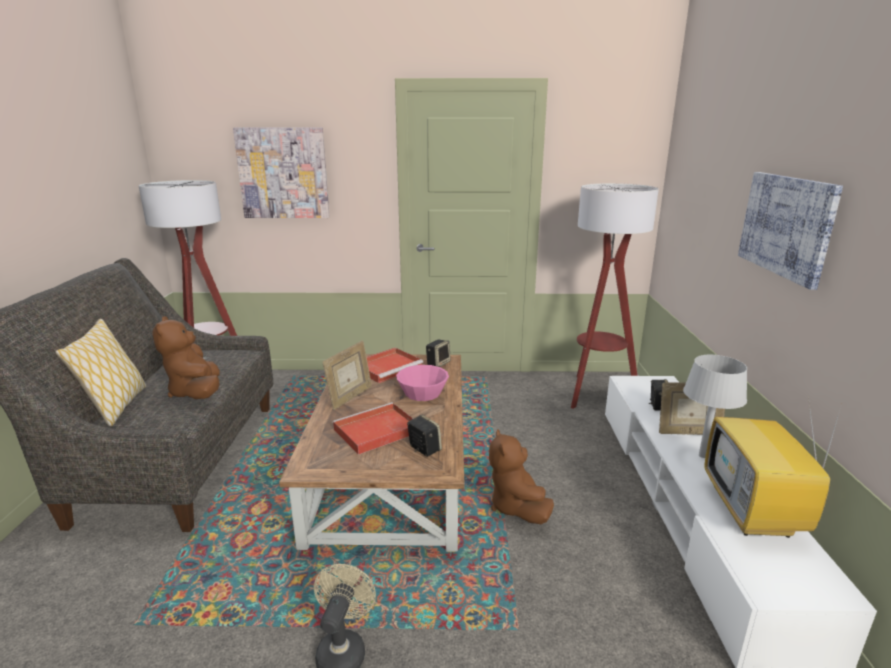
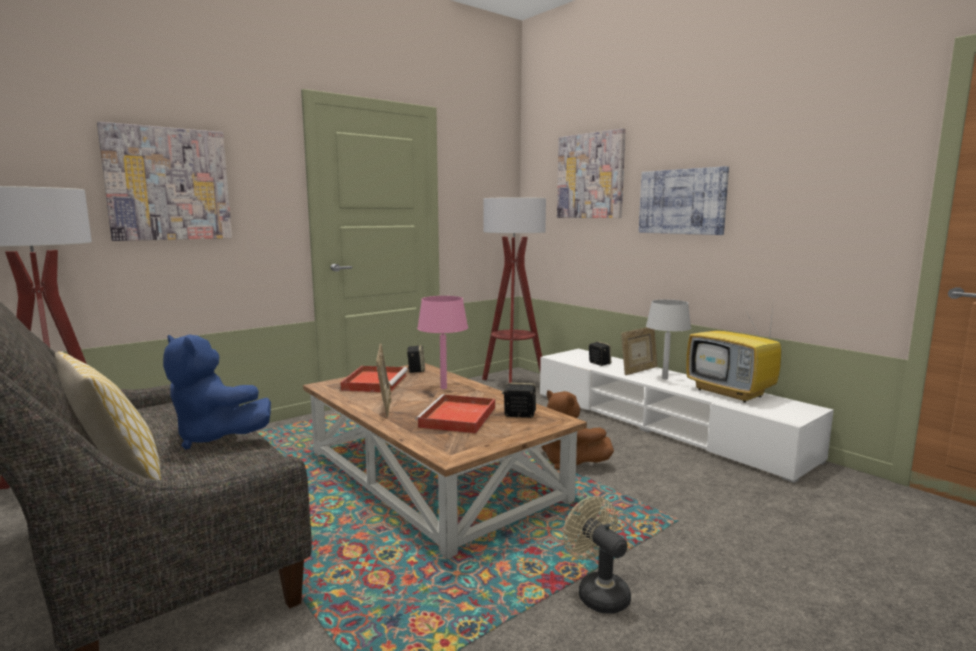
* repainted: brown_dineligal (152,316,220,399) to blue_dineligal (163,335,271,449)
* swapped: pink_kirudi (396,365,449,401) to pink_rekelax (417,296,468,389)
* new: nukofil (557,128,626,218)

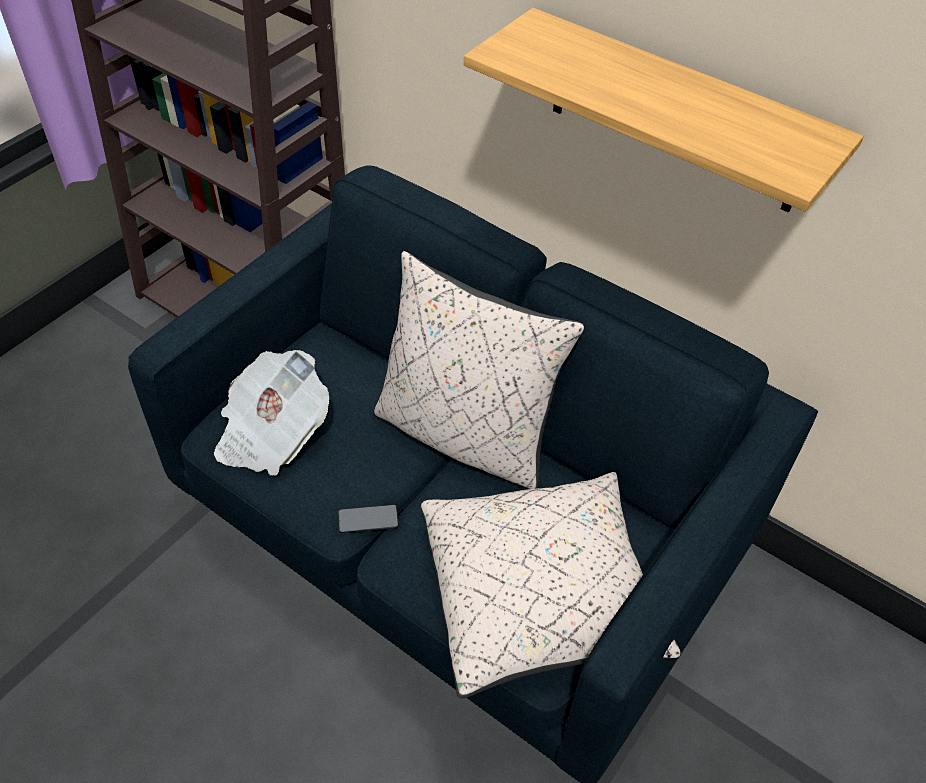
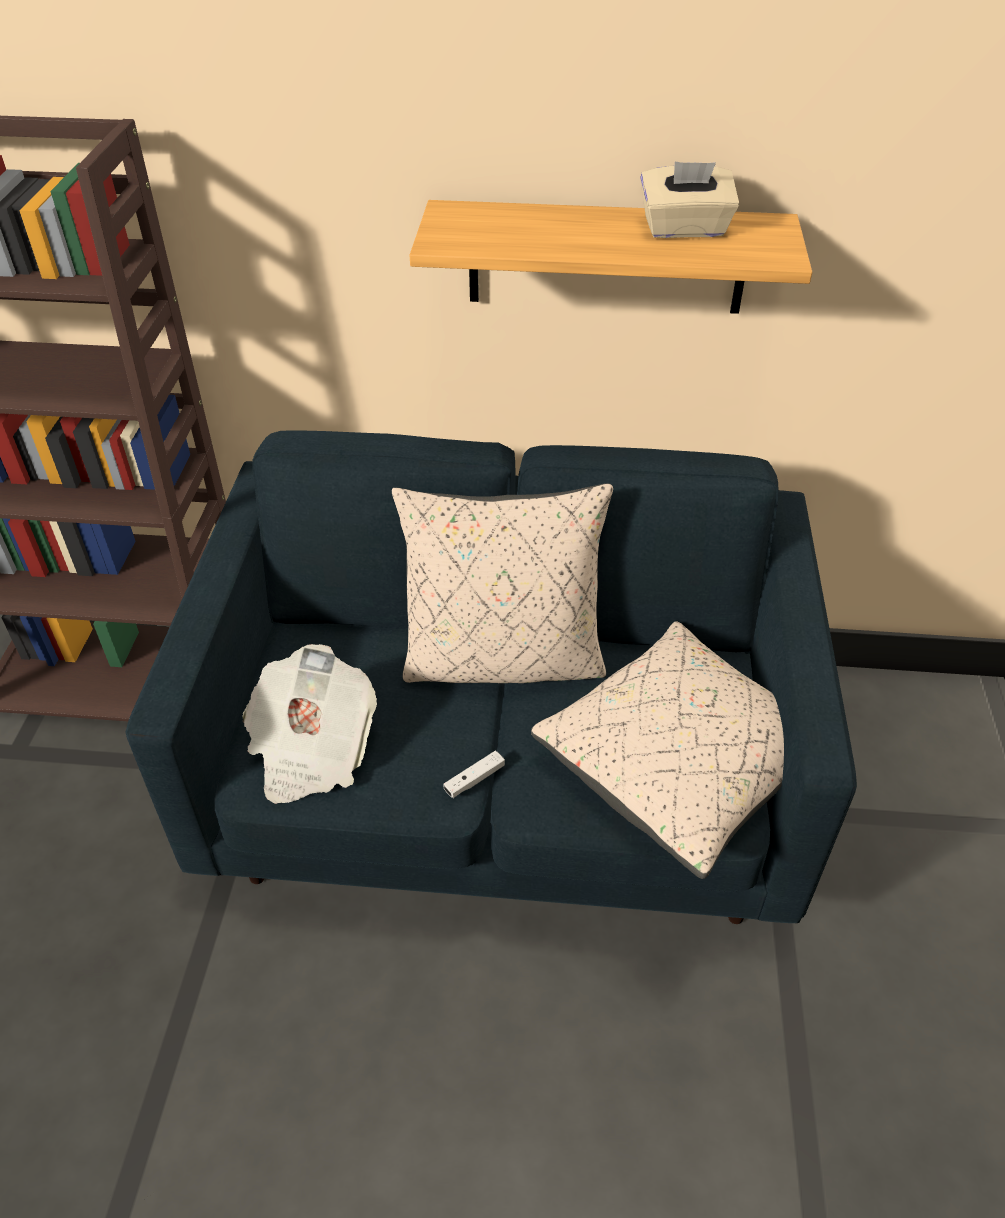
* swapped: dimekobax (338,505,399,533) to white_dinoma (444,751,505,798)
* new: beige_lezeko (640,162,739,238)

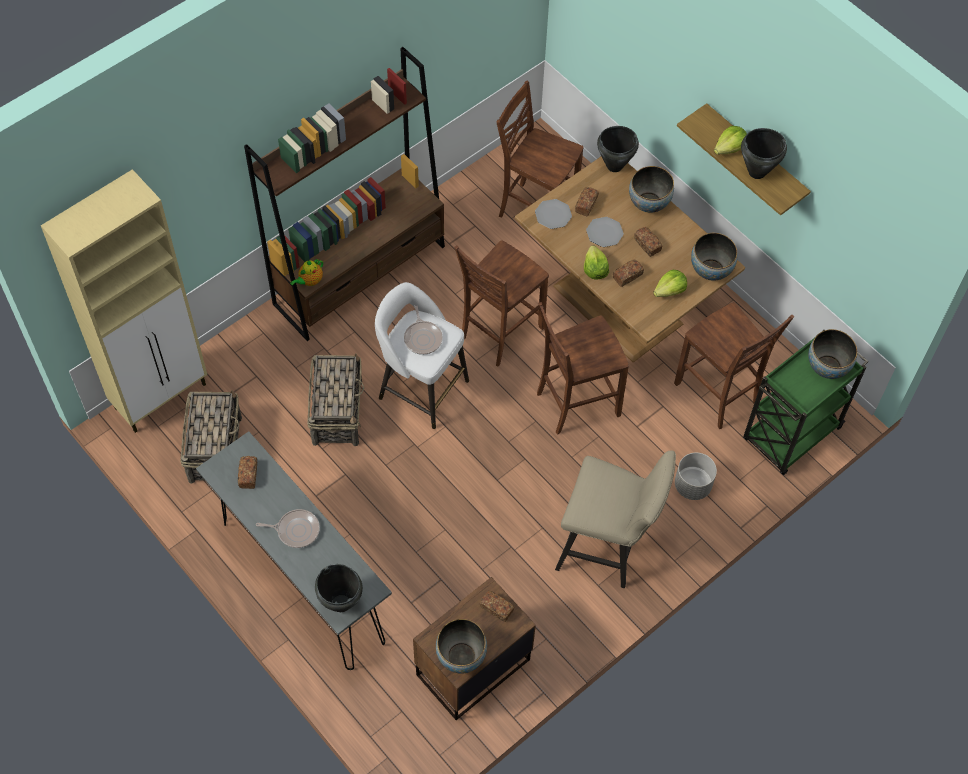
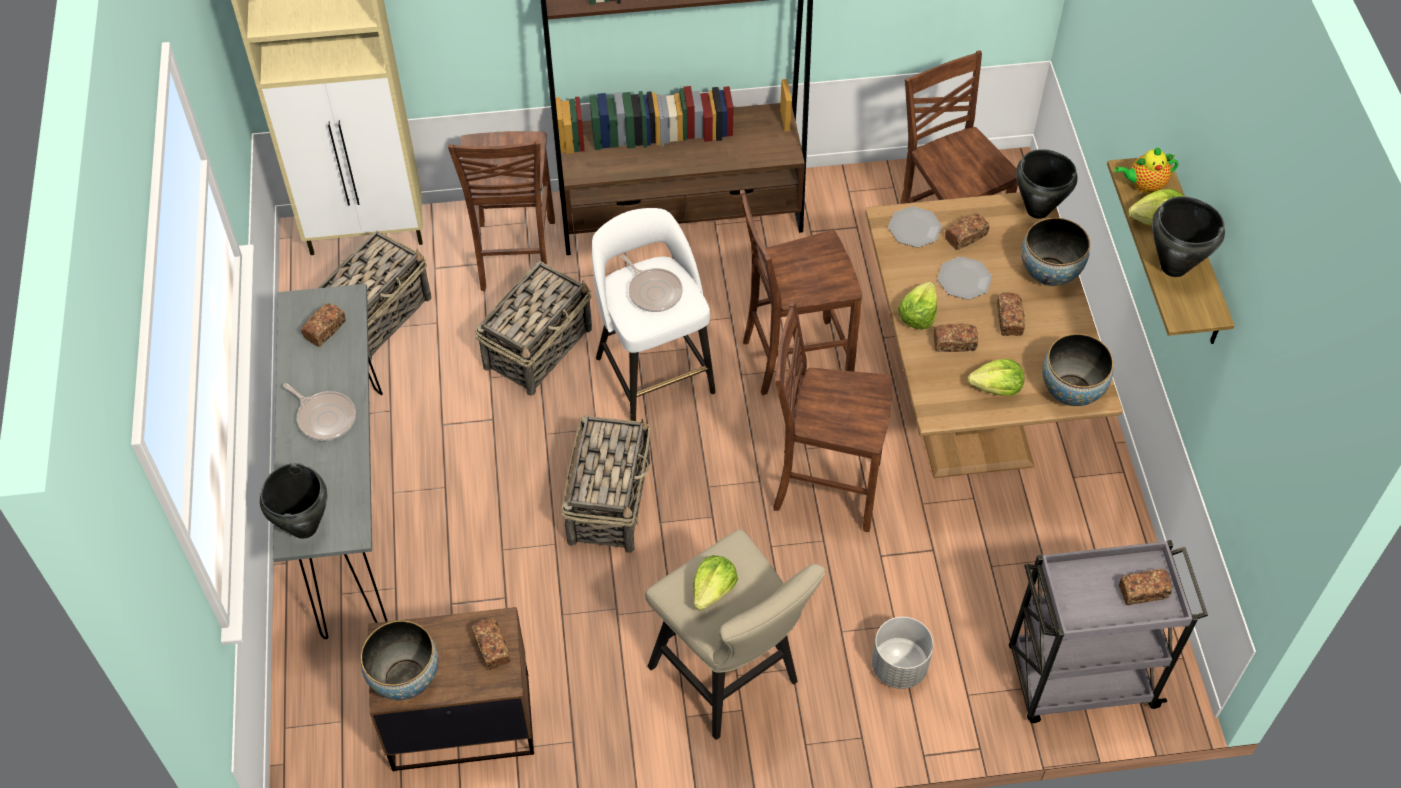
* shifted: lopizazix (290,259,323,286) to (1114,147,1178,193)
* rotated: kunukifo (404,305,443,355) = (621,254,683,312) 60 degrees counterclockwise
* shifted: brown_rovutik (674,302,794,429) to (448,131,555,291)
* repainted: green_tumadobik (743,330,868,475) to grey_tumadobik (1009,540,1208,723)
* swapped: kirudi (808,329,857,379) to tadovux (1119,569,1172,605)
* new: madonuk (561,415,650,553)
* new: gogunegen (693,555,738,611)

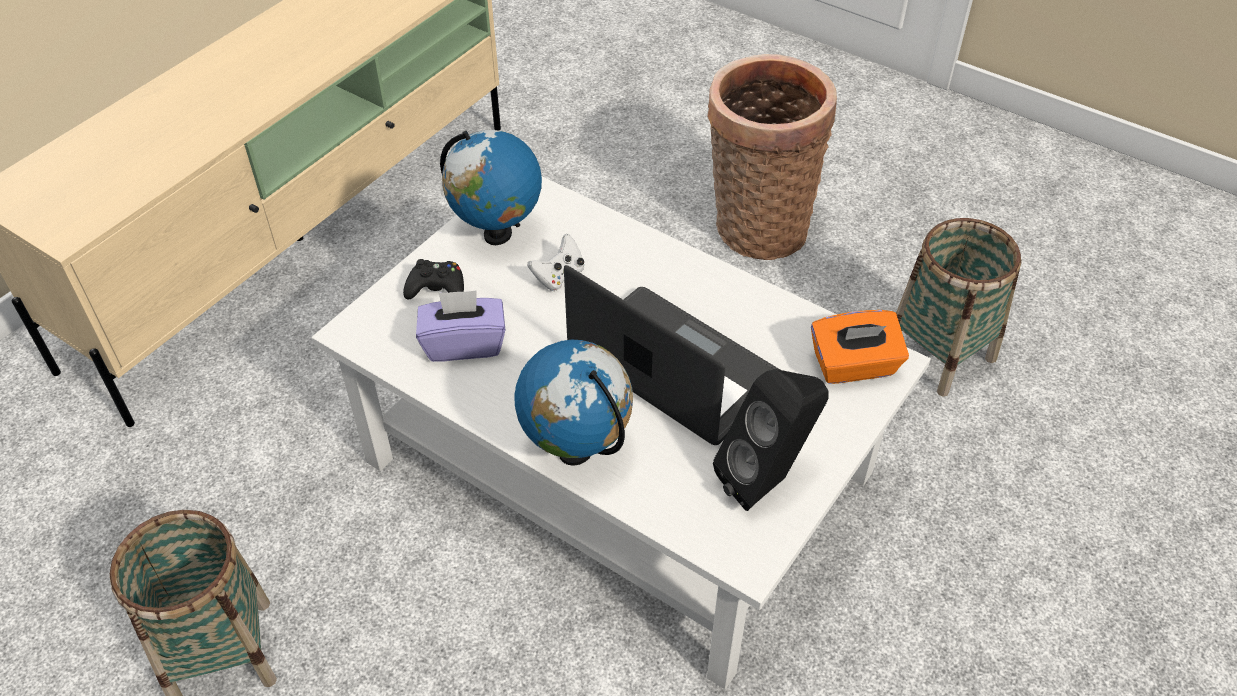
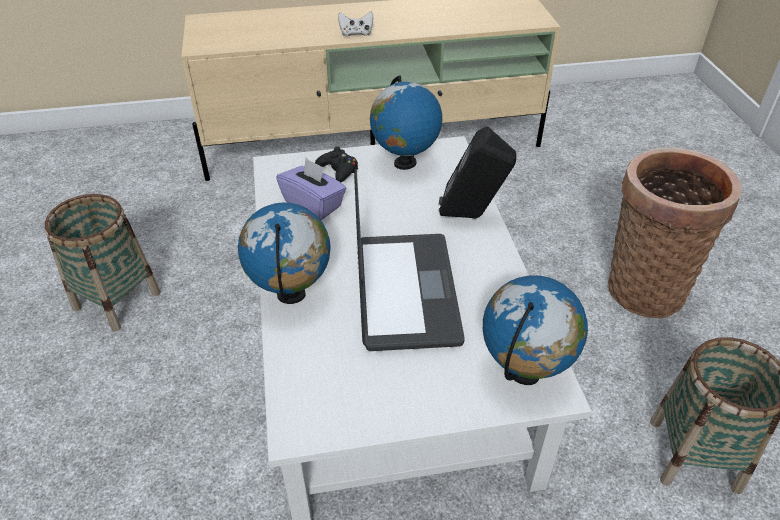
* shifted: white_dinoma (527,234,584,291) to (338,12,373,36)
* shifted: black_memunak (713,369,829,511) to (439,127,516,219)
* swapped: orange_lezeko (811,310,909,384) to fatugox (483,275,588,385)

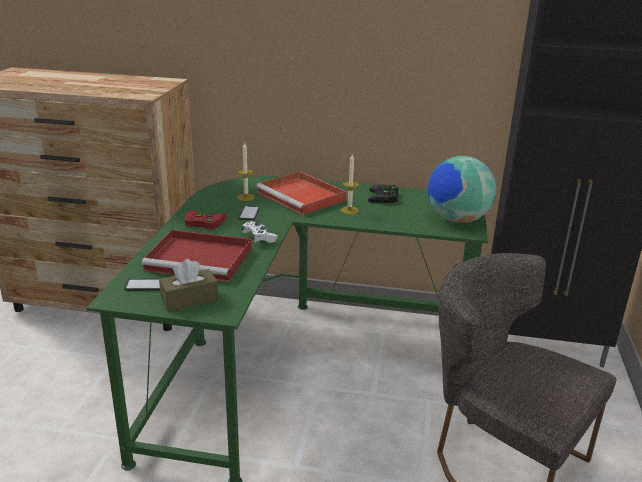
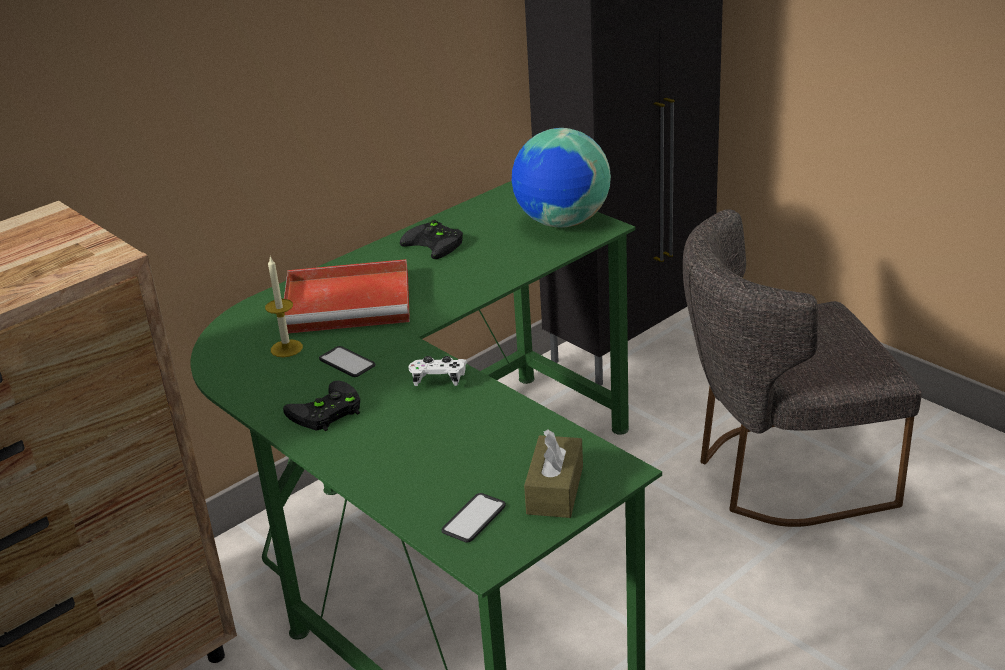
* gone: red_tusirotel (142,229,251,282)
* repainted: red_dinoma (185,210,226,230) to black_dinoma (283,380,360,431)
* gone: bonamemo (341,154,359,214)

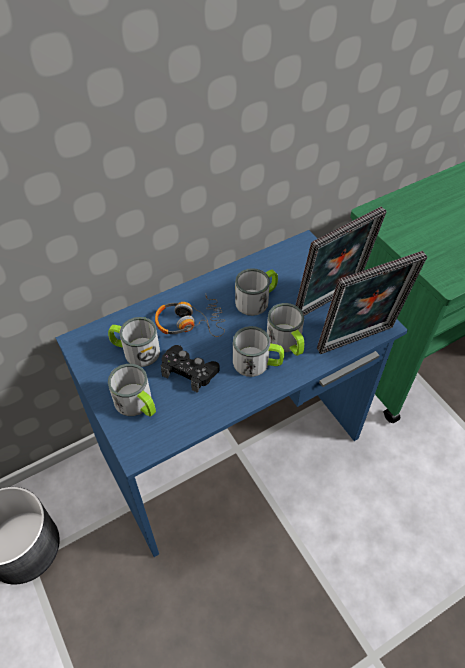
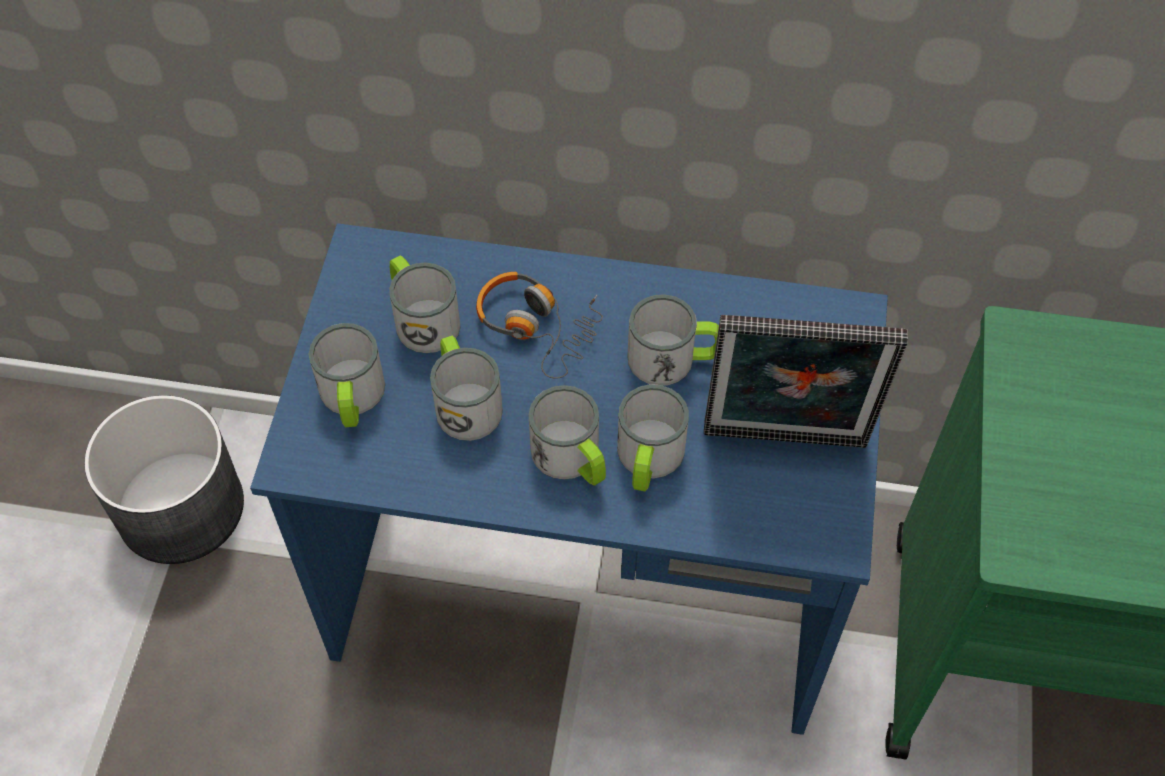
* swapped: black_dinoma (161,345,220,393) to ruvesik (430,335,503,441)
* gone: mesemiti (317,251,427,354)

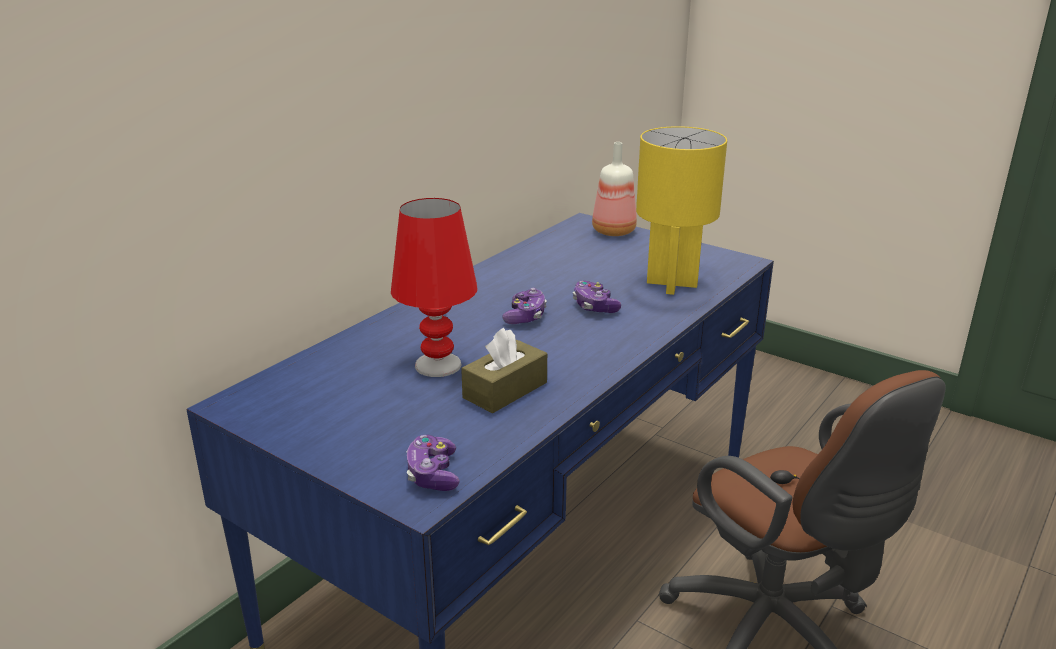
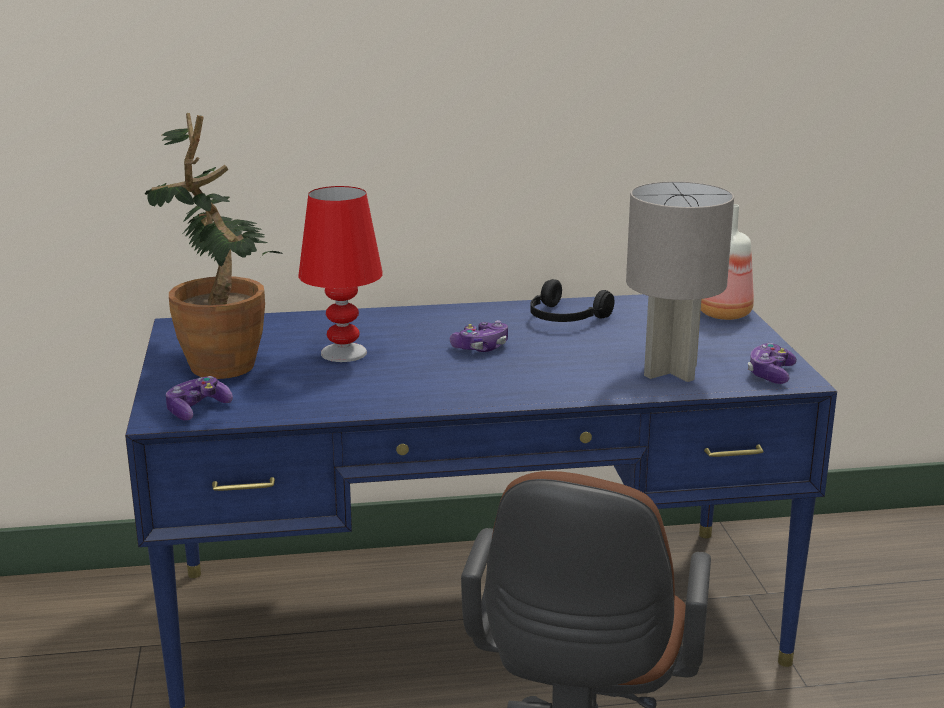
* gone: brown_lezeko (461,328,547,413)
* shifted: dinoma (573,281,621,313) to (748,343,797,384)
* repainted: yellow_rekelax (636,126,727,295) to grey_rekelax (626,181,734,382)
* new: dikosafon (145,113,283,379)
* new: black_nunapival (530,279,614,322)

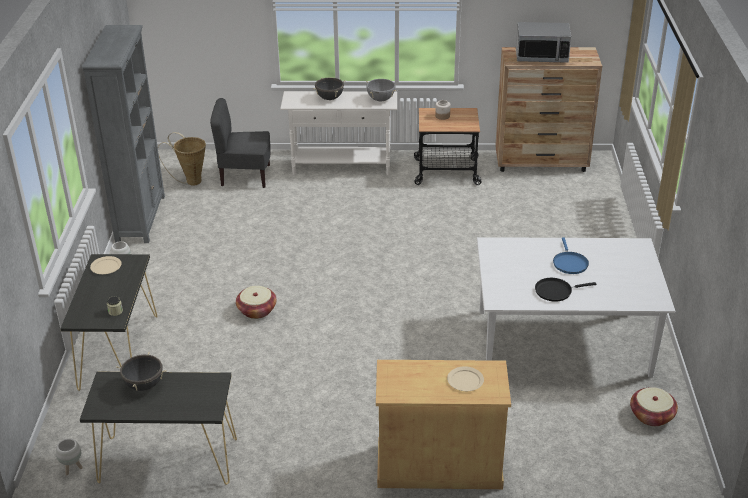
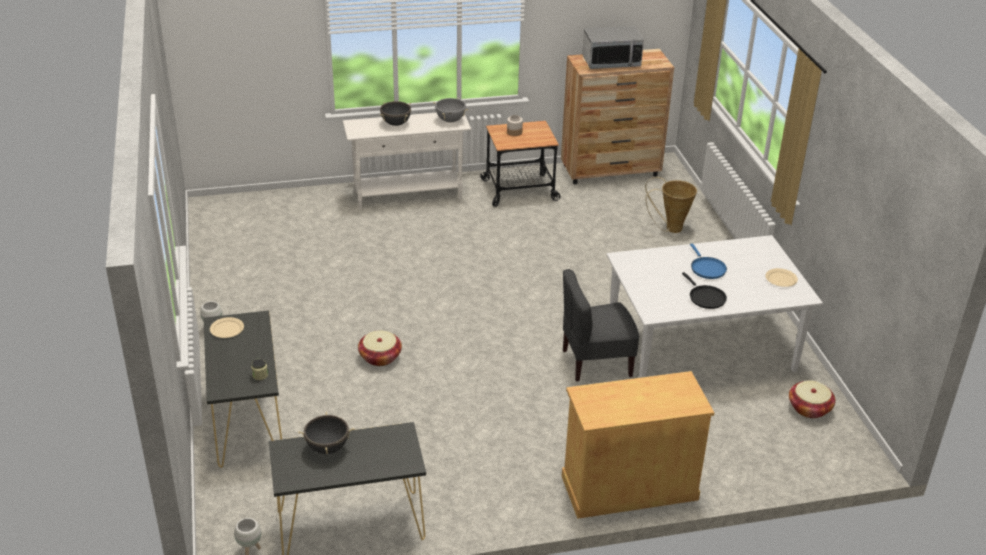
* gone: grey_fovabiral (82,25,165,243)
* shifted: madonuk (158,132,206,186) to (645,177,697,233)
* shifted: grey_rovutik (210,98,271,188) to (563,269,639,382)
* shifted: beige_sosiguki (447,366,484,391) to (765,268,798,287)
* rotated: black_kunukifo (535,278,597,302) = (682,272,727,309) 90 degrees counterclockwise

